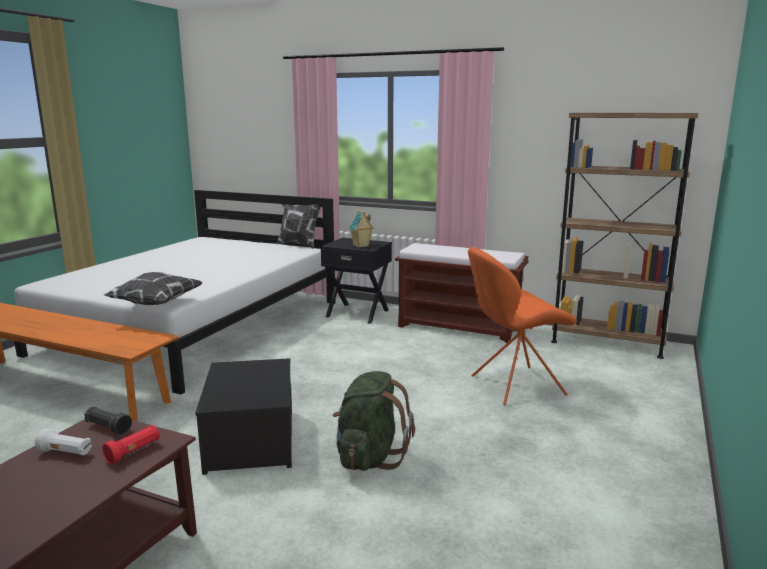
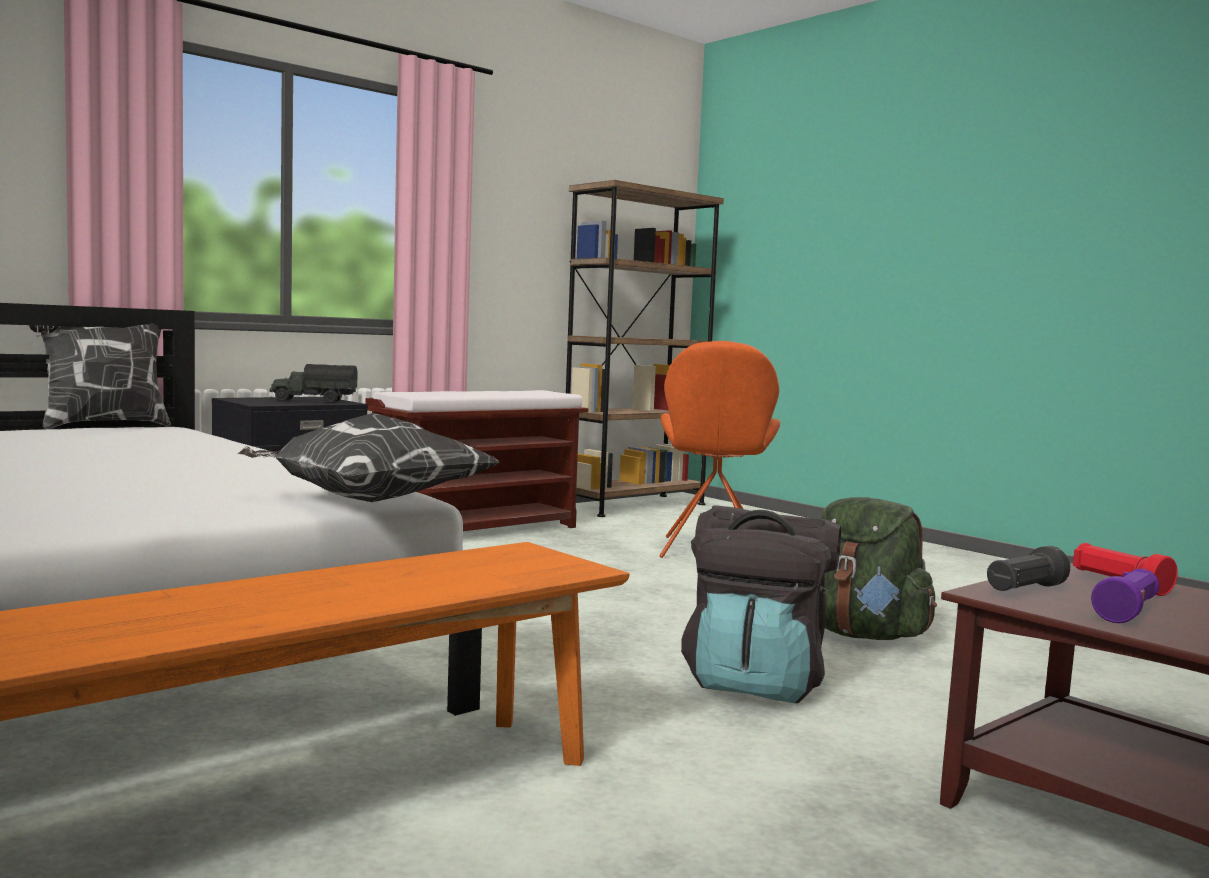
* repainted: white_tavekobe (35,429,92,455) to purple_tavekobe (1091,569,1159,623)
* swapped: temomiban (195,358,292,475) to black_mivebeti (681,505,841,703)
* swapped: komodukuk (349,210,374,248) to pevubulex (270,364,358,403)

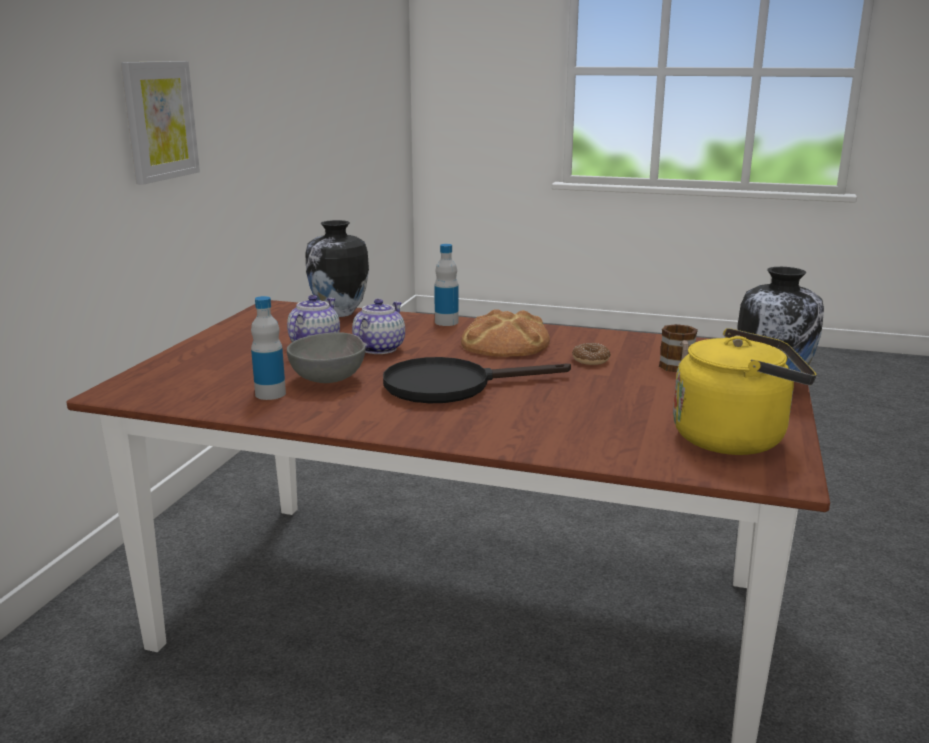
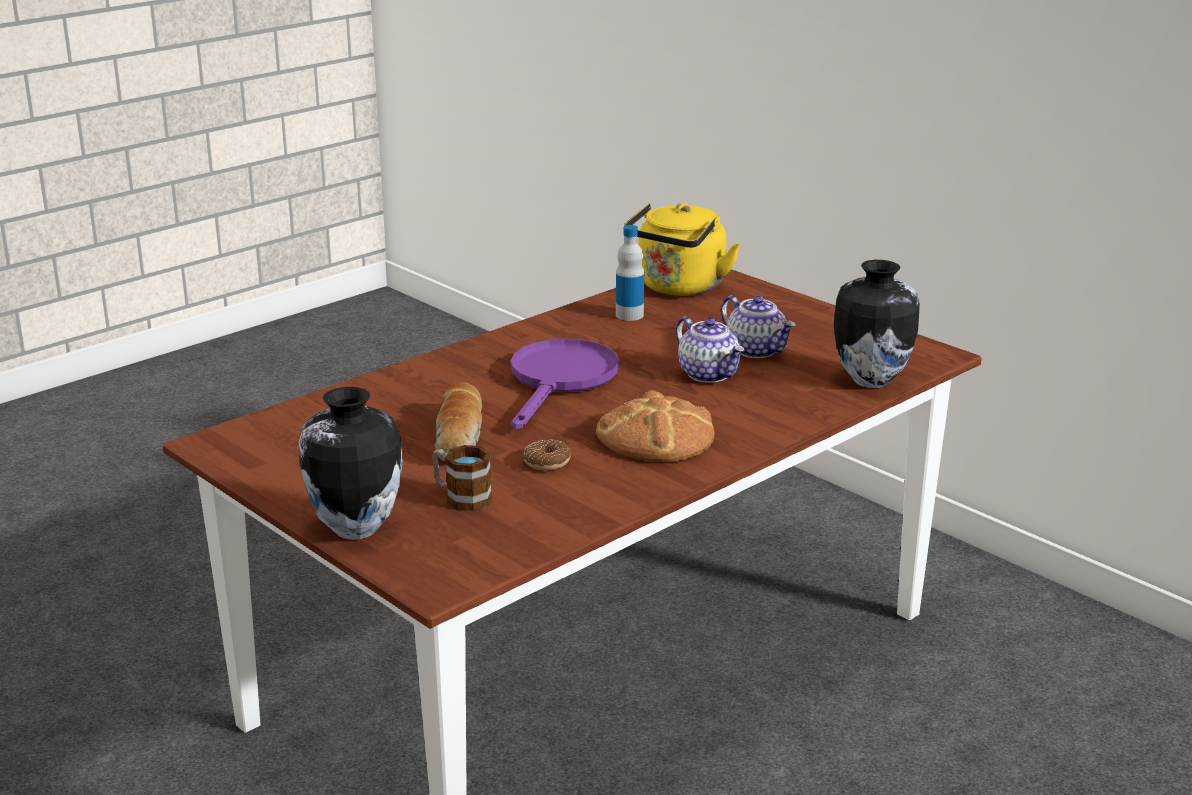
* gone: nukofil (121,61,200,185)
* gone: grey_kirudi (287,332,366,383)
* repainted: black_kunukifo (383,357,571,403) to purple_kunukifo (511,339,619,429)
* gone: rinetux (434,244,459,326)
* shifted: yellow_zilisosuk (673,328,816,455) to (624,203,740,296)
* new: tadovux (434,382,482,462)

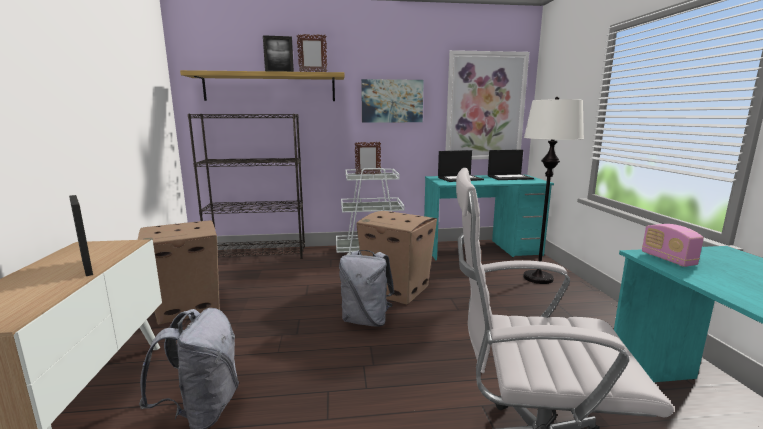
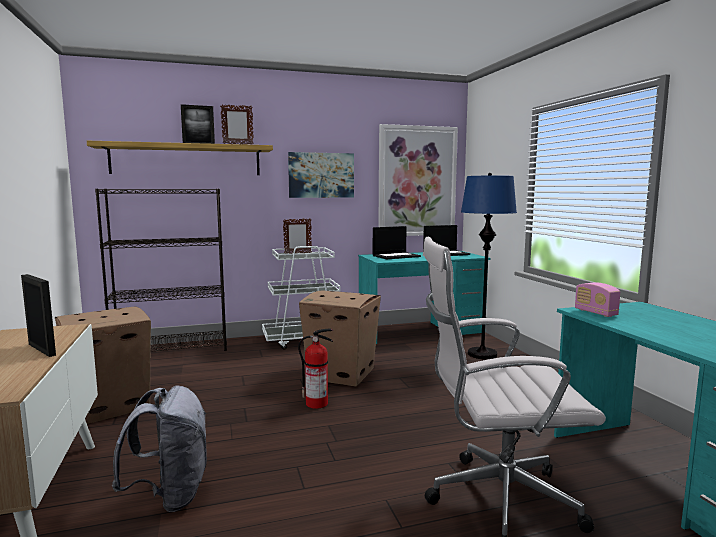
* swapped: grey_mivebeti (339,250,394,327) to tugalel (298,329,333,409)
* repainted: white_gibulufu (523,97,584,284) to blue_gibulufu (461,173,517,359)

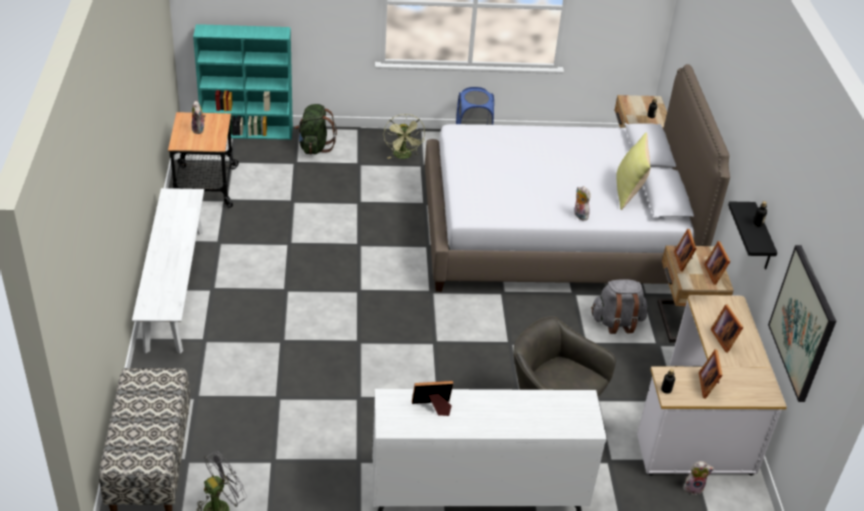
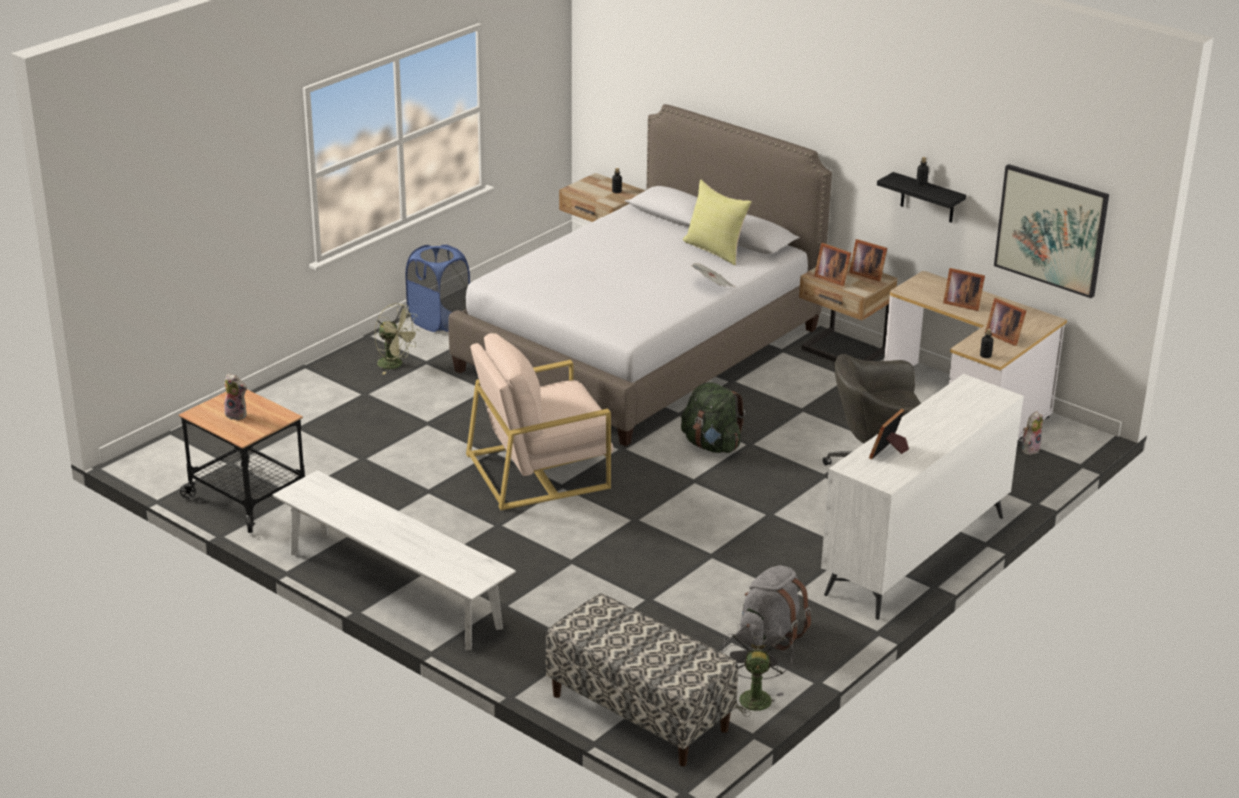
* gone: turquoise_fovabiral (193,24,293,140)
* shifted: green_mivebeti (295,104,337,154) to (681,382,745,453)
* swapped: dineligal (574,186,591,221) to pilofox (691,263,736,287)
* shifted: grey_mivebeti (591,279,648,334) to (740,565,811,650)
* new: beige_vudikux (466,333,613,510)

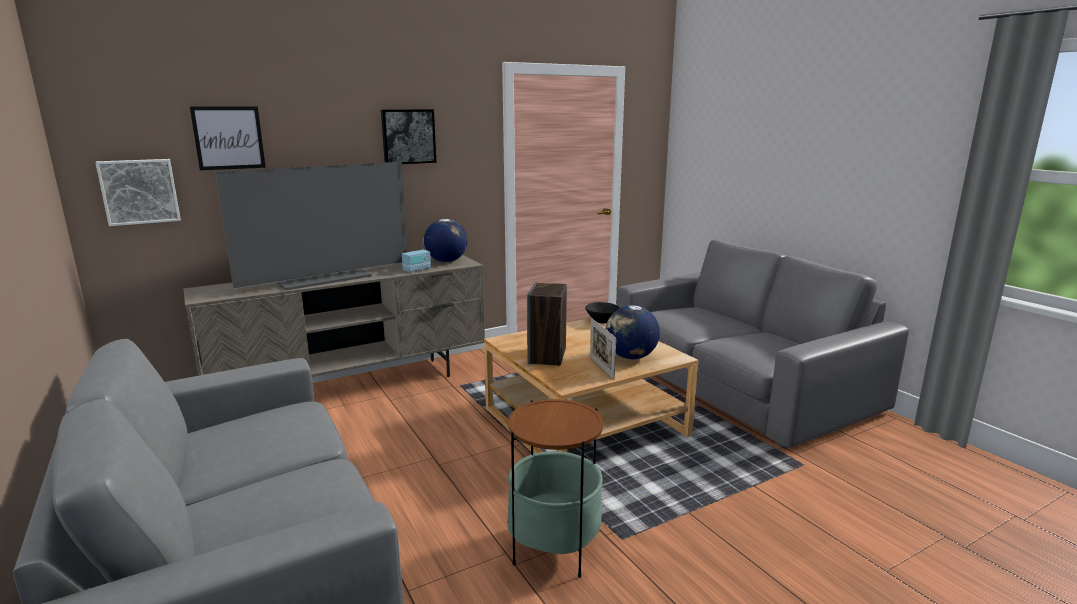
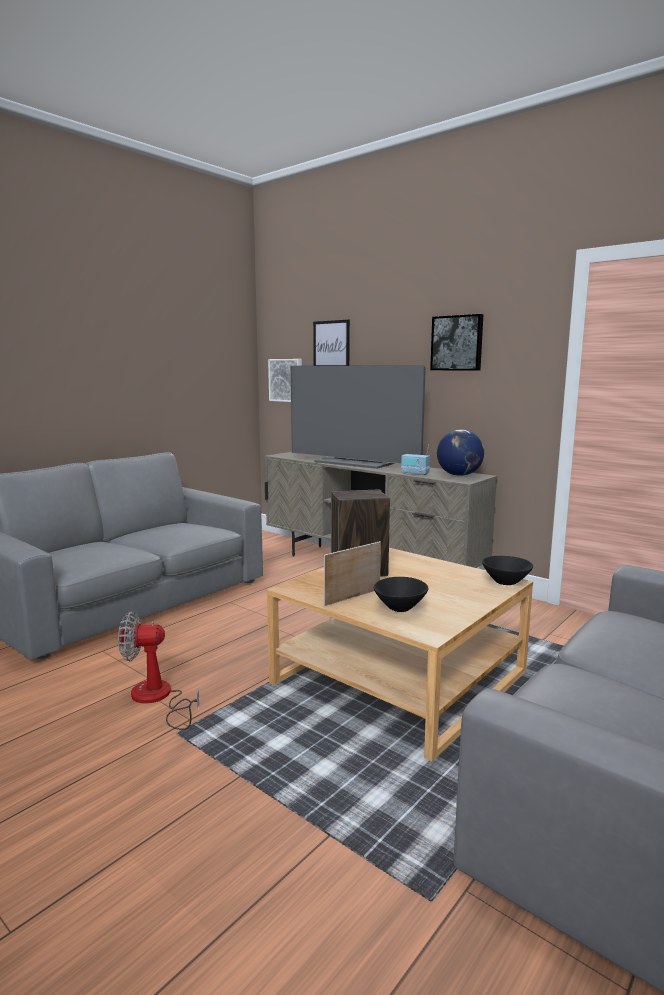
* swapped: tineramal (507,399,604,578) to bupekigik (118,612,200,730)
* swapped: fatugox (606,305,660,359) to black_kirudi (374,577,428,612)

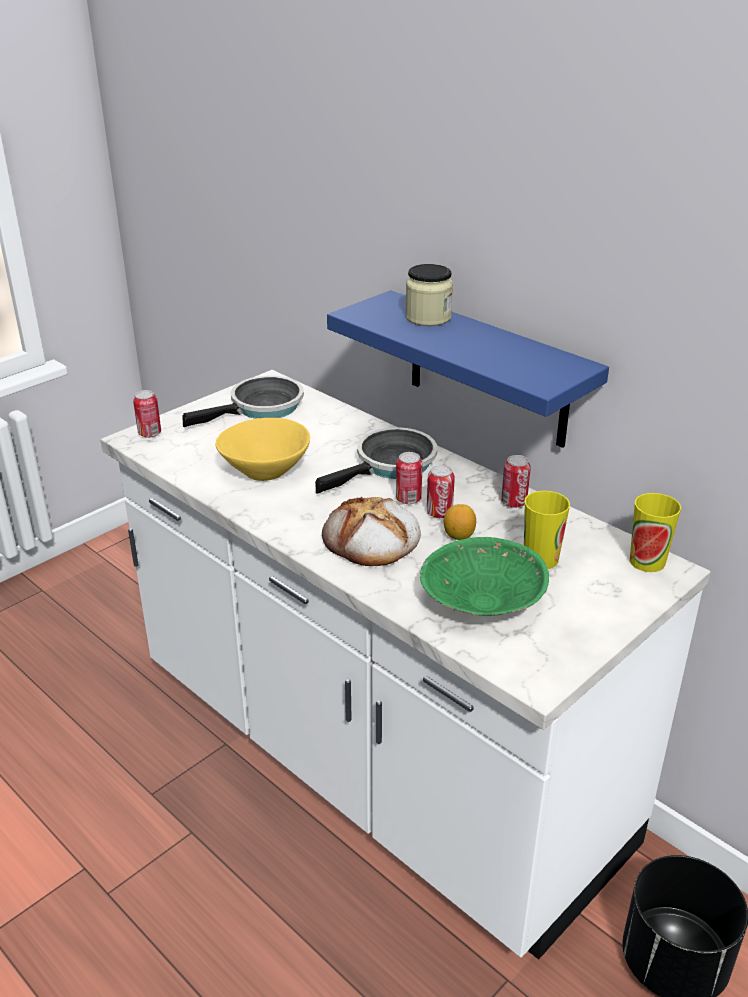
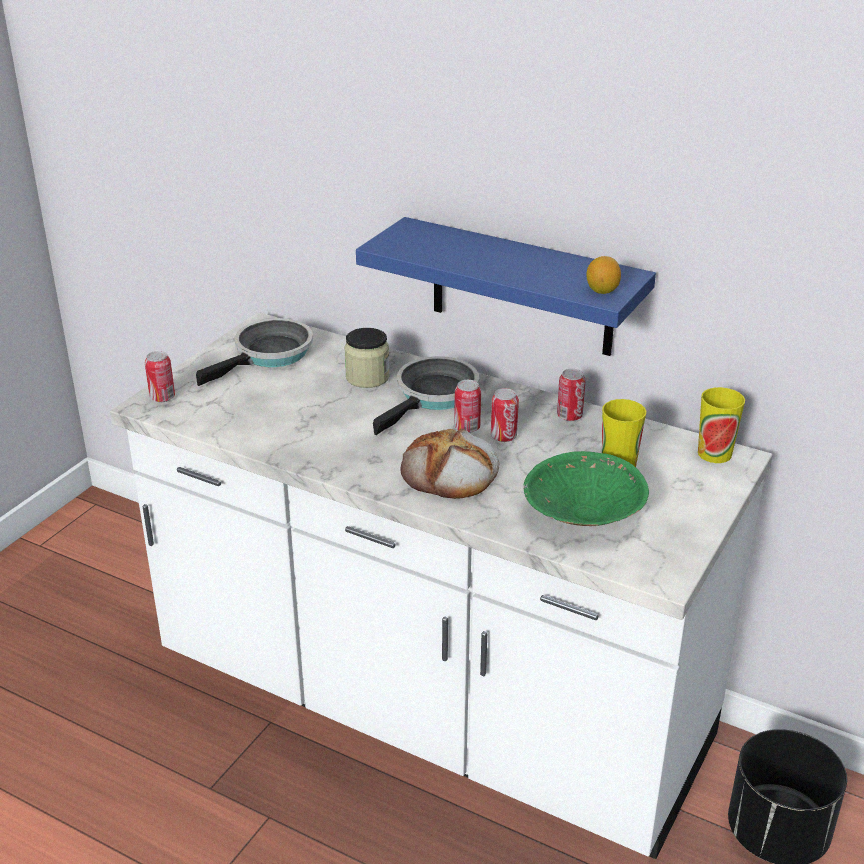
* gone: yellow_kirudi (215,418,310,481)
* shifted: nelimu (405,264,453,326) to (344,328,390,388)
* shifted: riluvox (444,504,476,540) to (586,256,621,294)

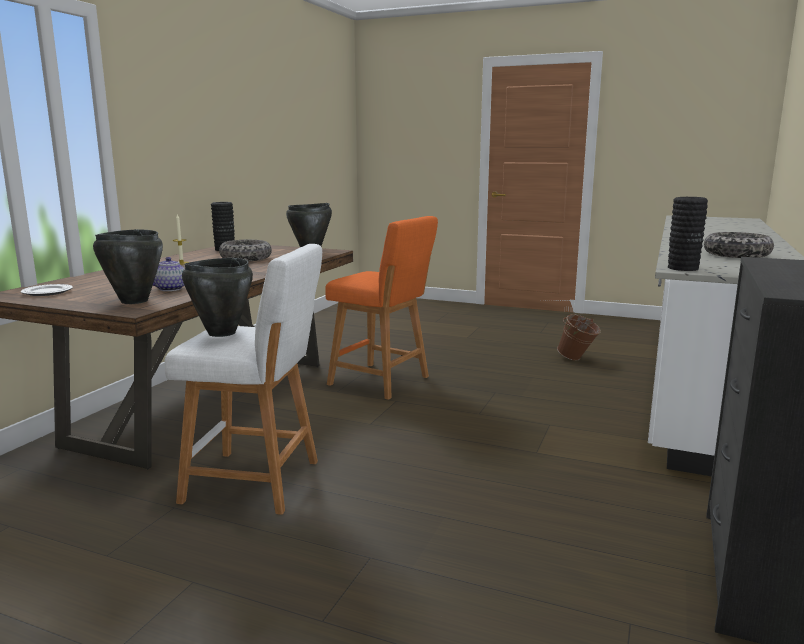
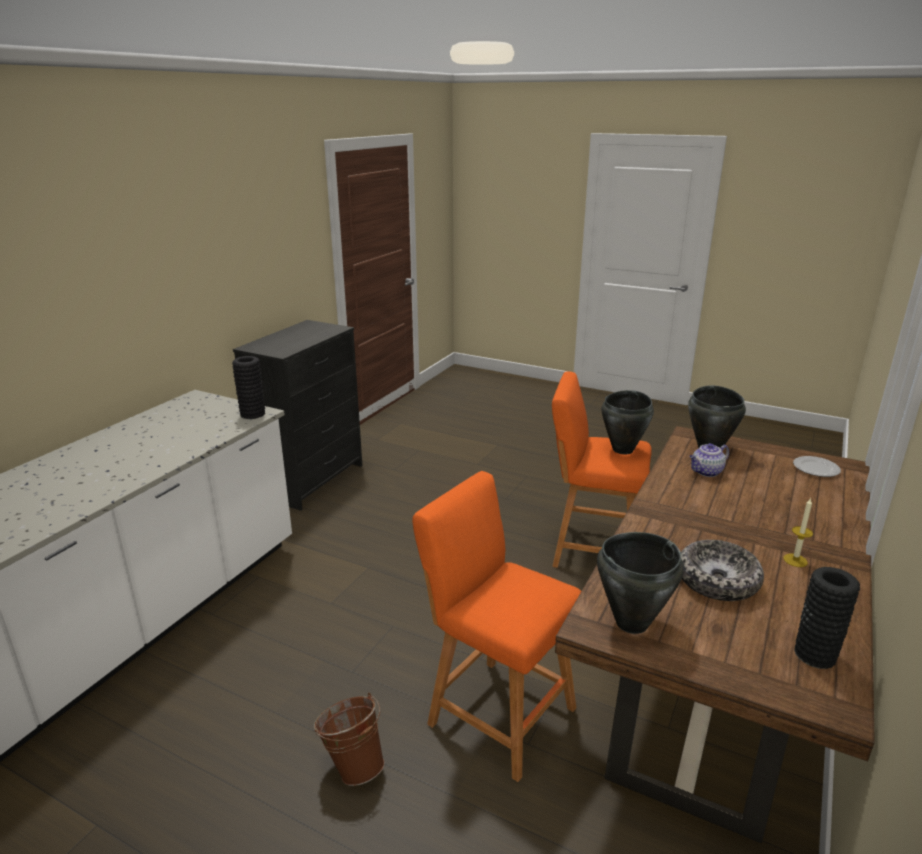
* repainted: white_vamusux (165,244,322,515) to orange_vamusux (552,371,652,568)
* shifted: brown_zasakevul (557,314,601,361) to (314,693,385,786)
* gone: kirudi (704,232,774,258)

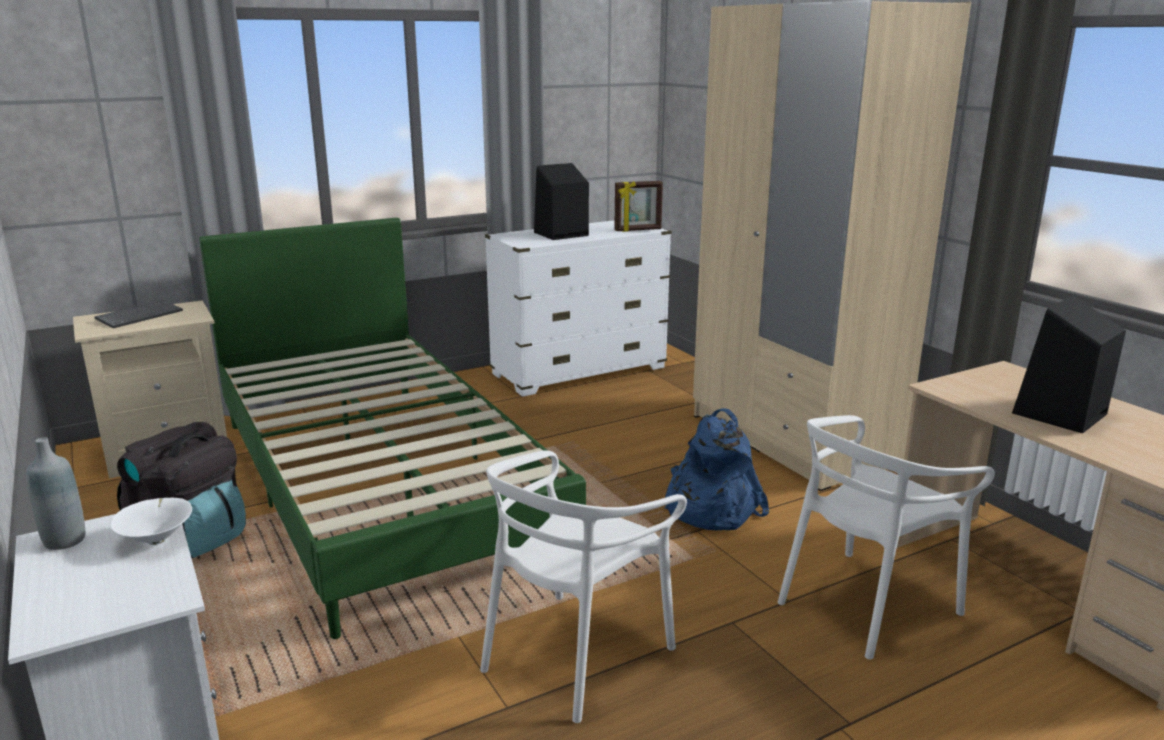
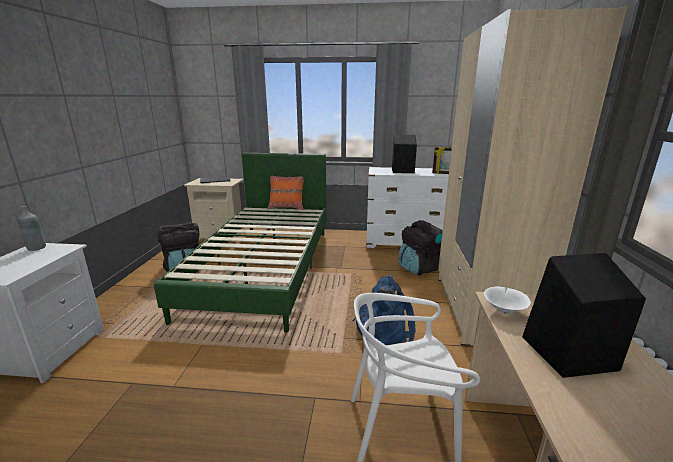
* shifted: white_kirudi (110,498,192,545) to (484,286,531,314)
* gone: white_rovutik (480,450,687,723)
* new: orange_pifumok (268,176,304,210)
* new: black_mivebeti (399,220,443,275)

